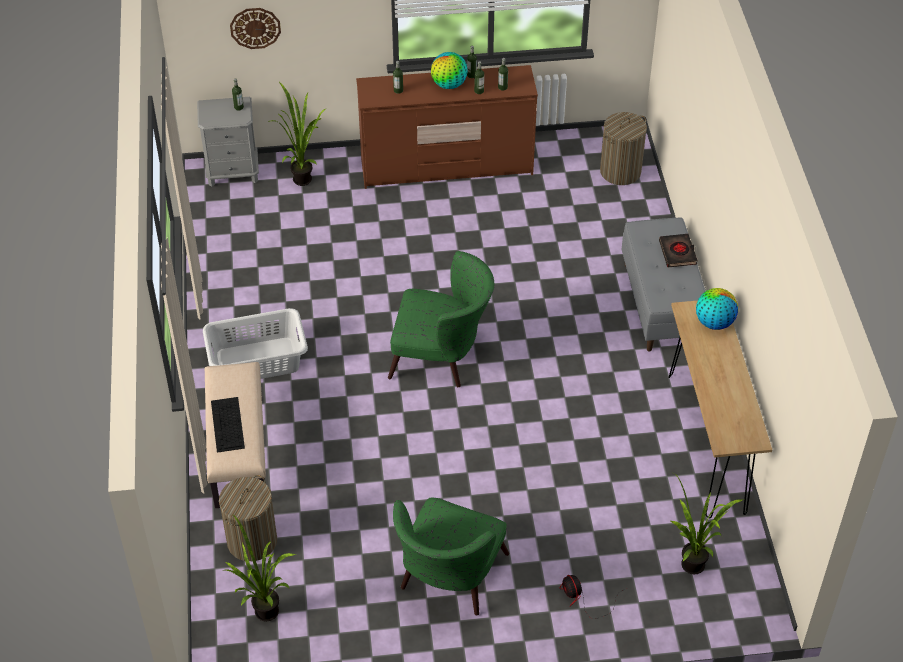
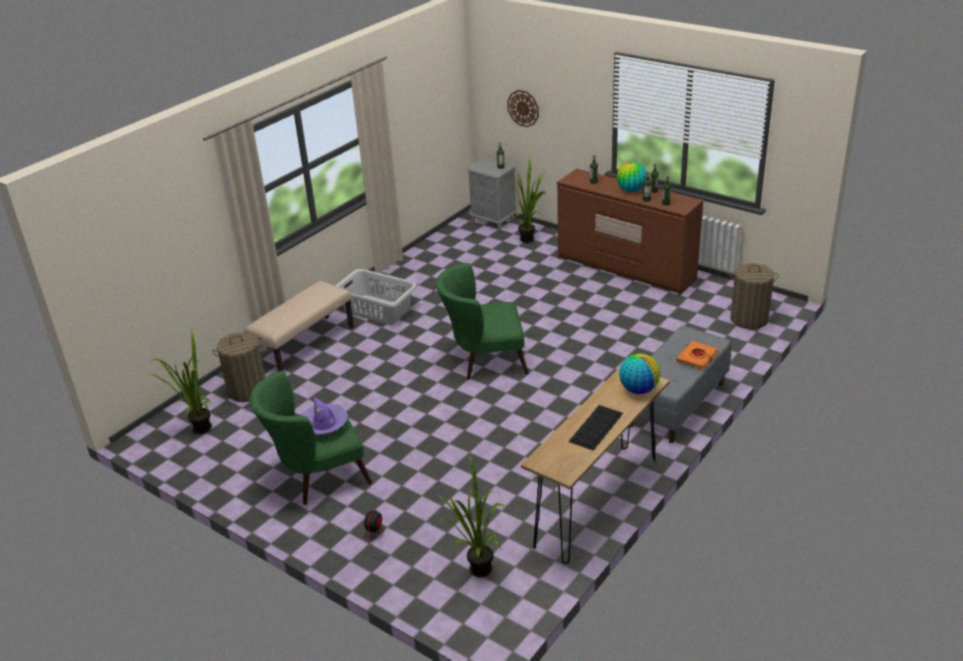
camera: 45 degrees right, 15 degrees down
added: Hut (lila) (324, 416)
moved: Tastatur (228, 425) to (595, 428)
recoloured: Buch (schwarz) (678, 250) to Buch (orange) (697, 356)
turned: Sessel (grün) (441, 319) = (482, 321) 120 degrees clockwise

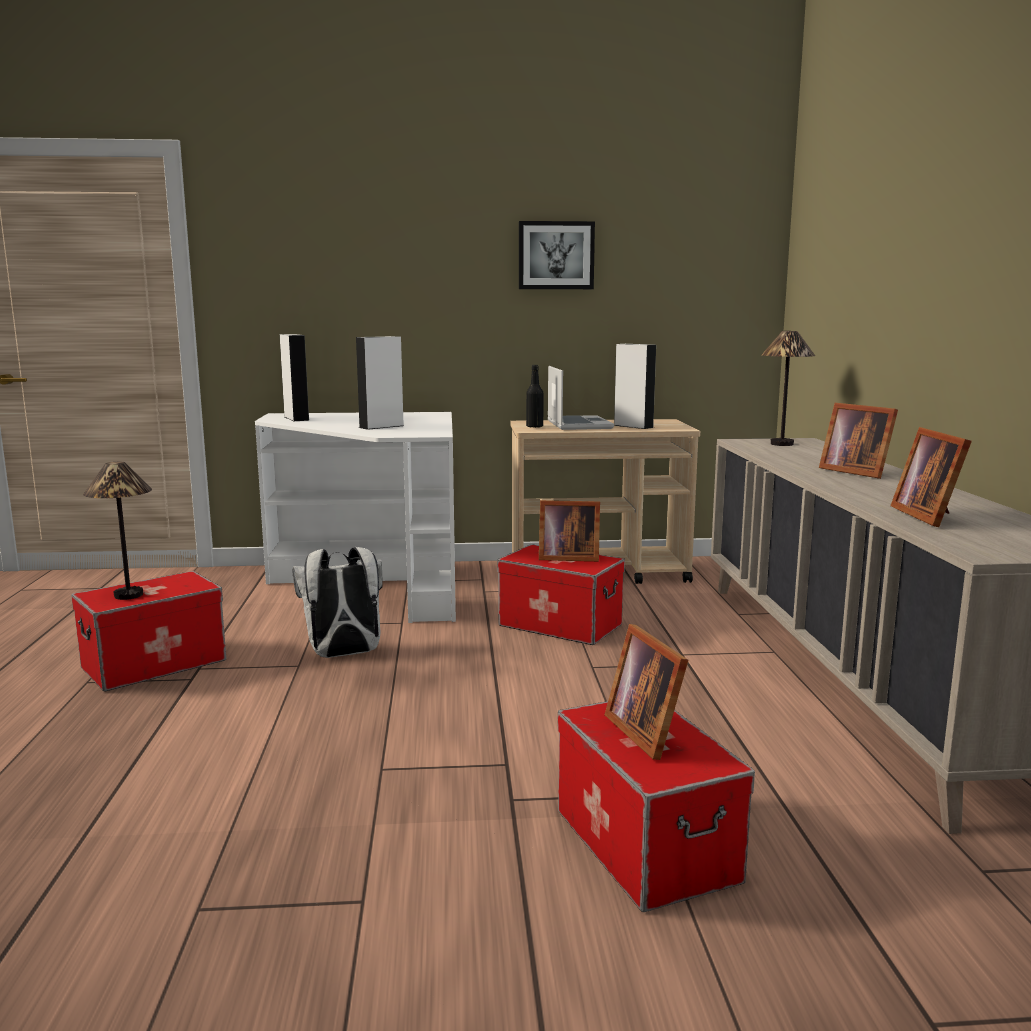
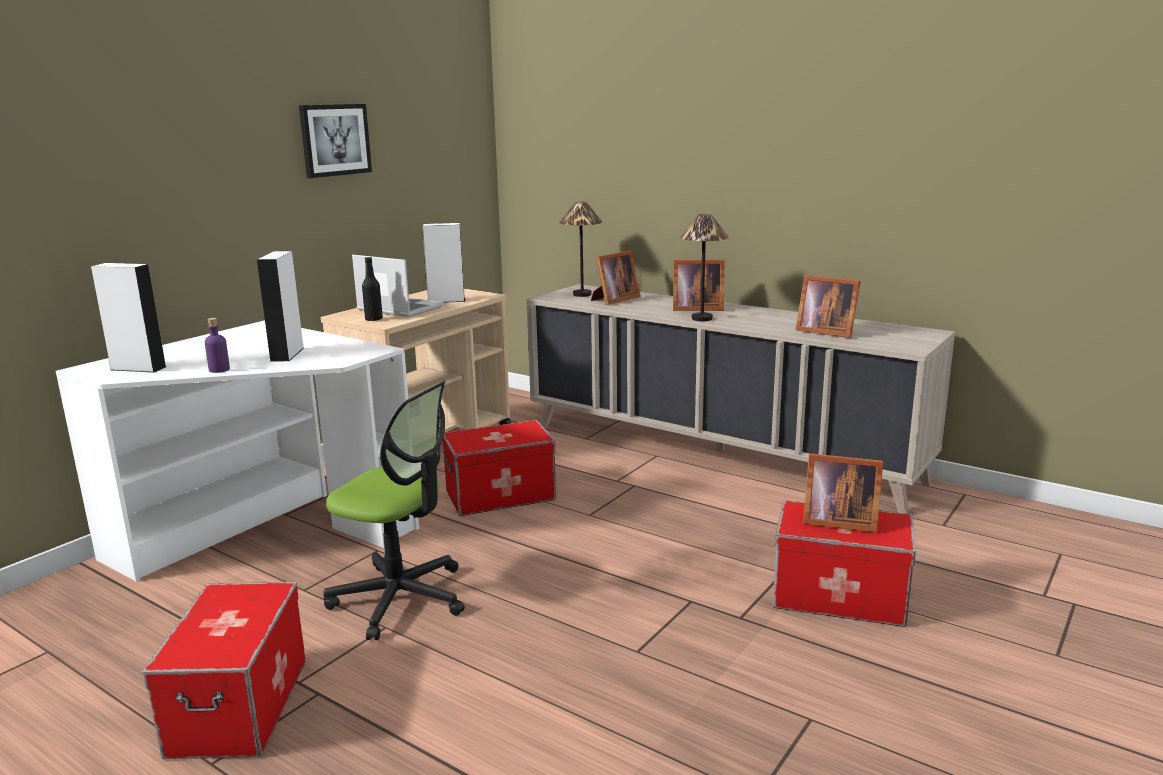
camera: 50 degrees left, 5 degrees up
added: Flasche (lila) (217, 345)
moved: Tischlampe (117, 531) to (704, 267); Bilderrahmen (569, 531) to (616, 277)
replaced: Rucksack (weiß) (337, 602) to Bürostuhl (394, 510)

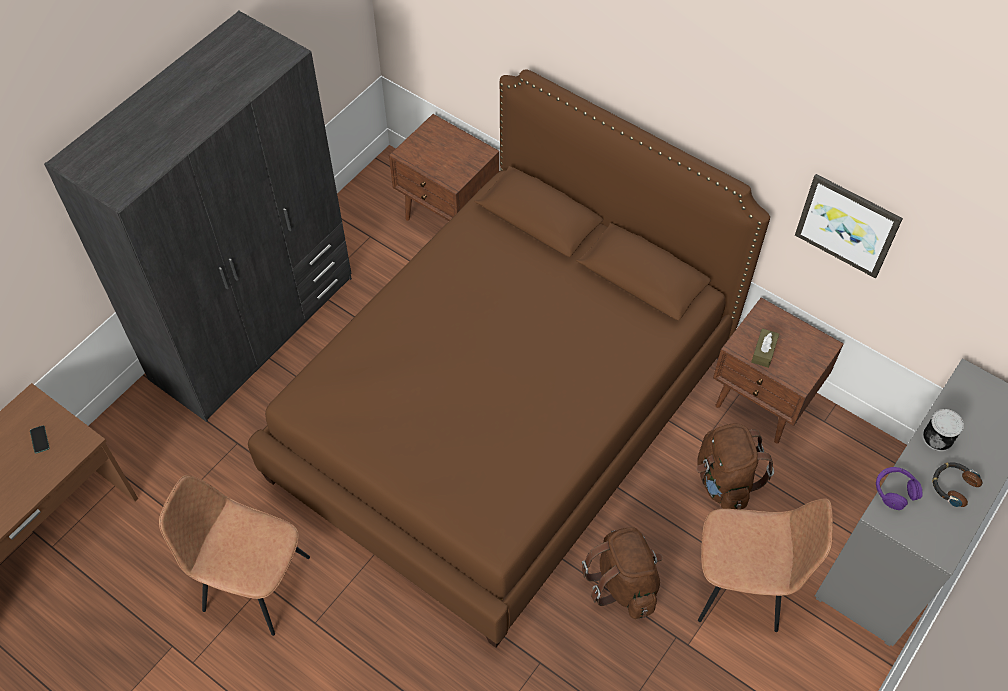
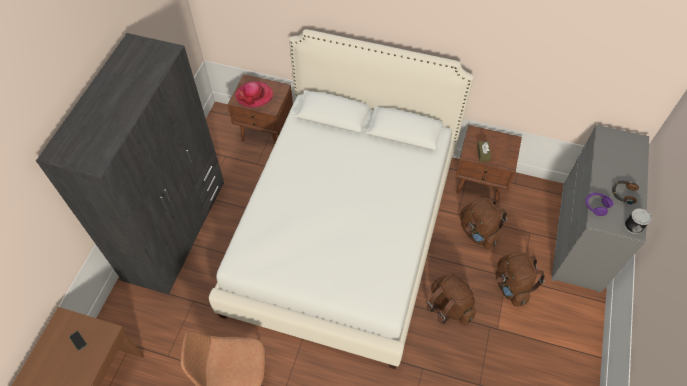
camera: 20 degrees left, 0 degrees up
removed: Bild (849, 226)
added: Hut (254, 94)
moved: Dose (943, 430) to (637, 221)
replaced: Stuhl (braun) (765, 565) to Rucksack (braun) (520, 279)
recoloured: Bett (braun) (509, 358) to Bett (weiß) (341, 199)

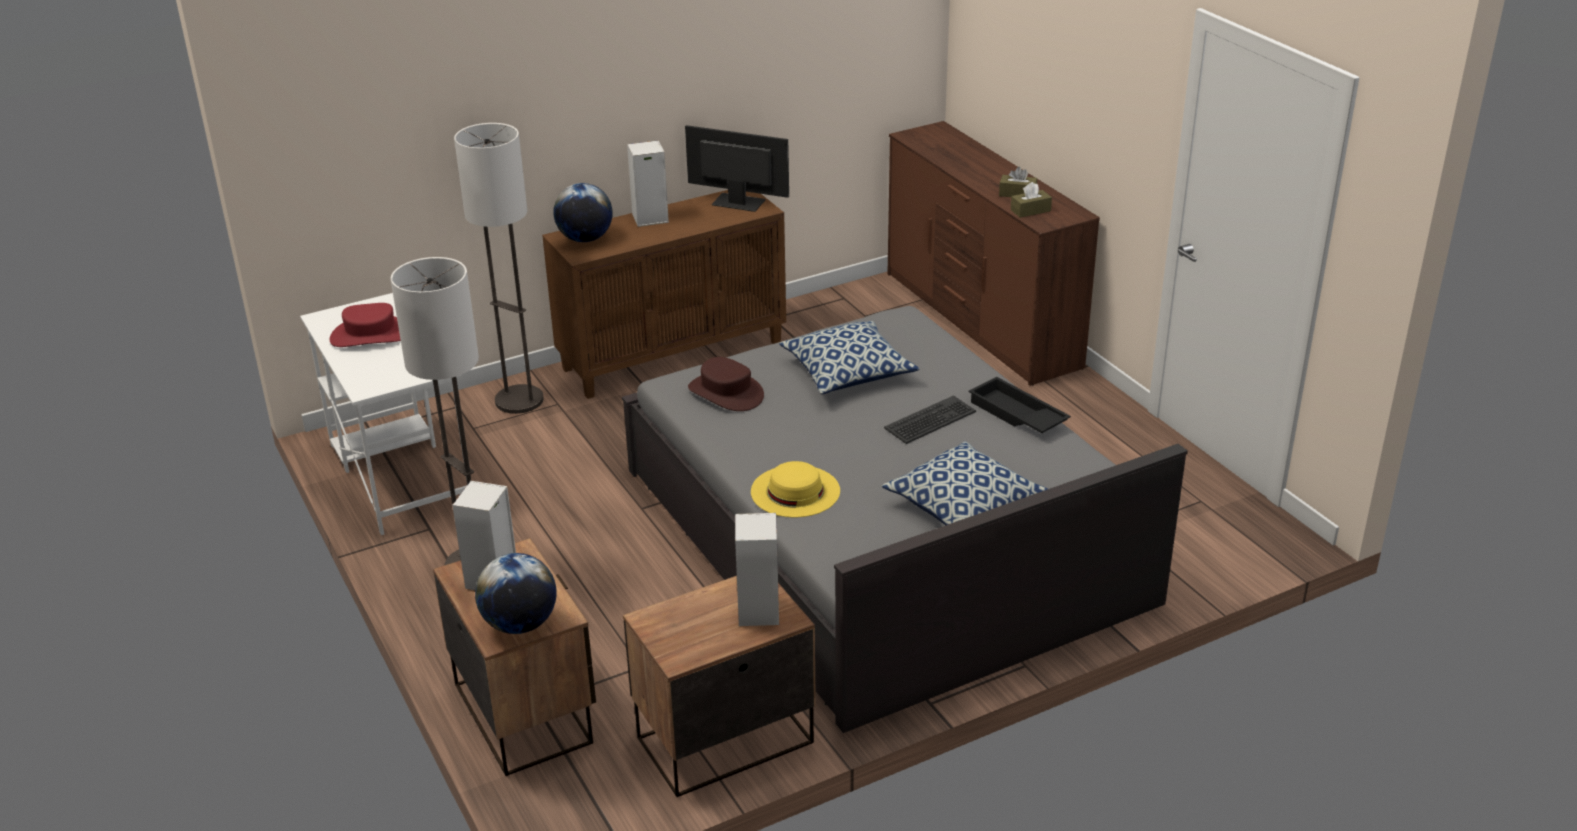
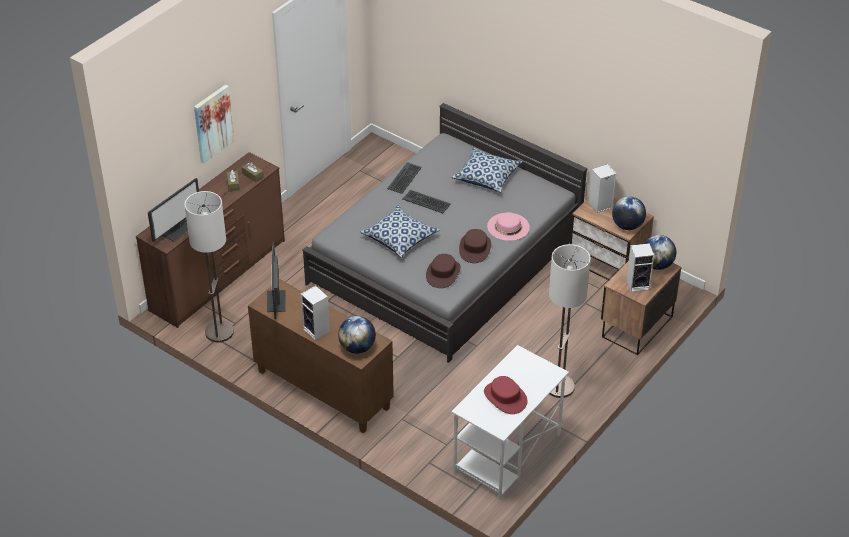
camera: 115 degrees left, 10 degrees up
added: Bild (214, 124); Monitor (173, 210); Globus (629, 213); Hut (braun) (475, 246)
moved: Stehlampe (499, 268) to (209, 266)
replaced: Tablett (schwarz) (1020, 405) to Tastatur (404, 178)
recoloured: Hut (gelb) (795, 489) to Hut (rosa) (508, 226)

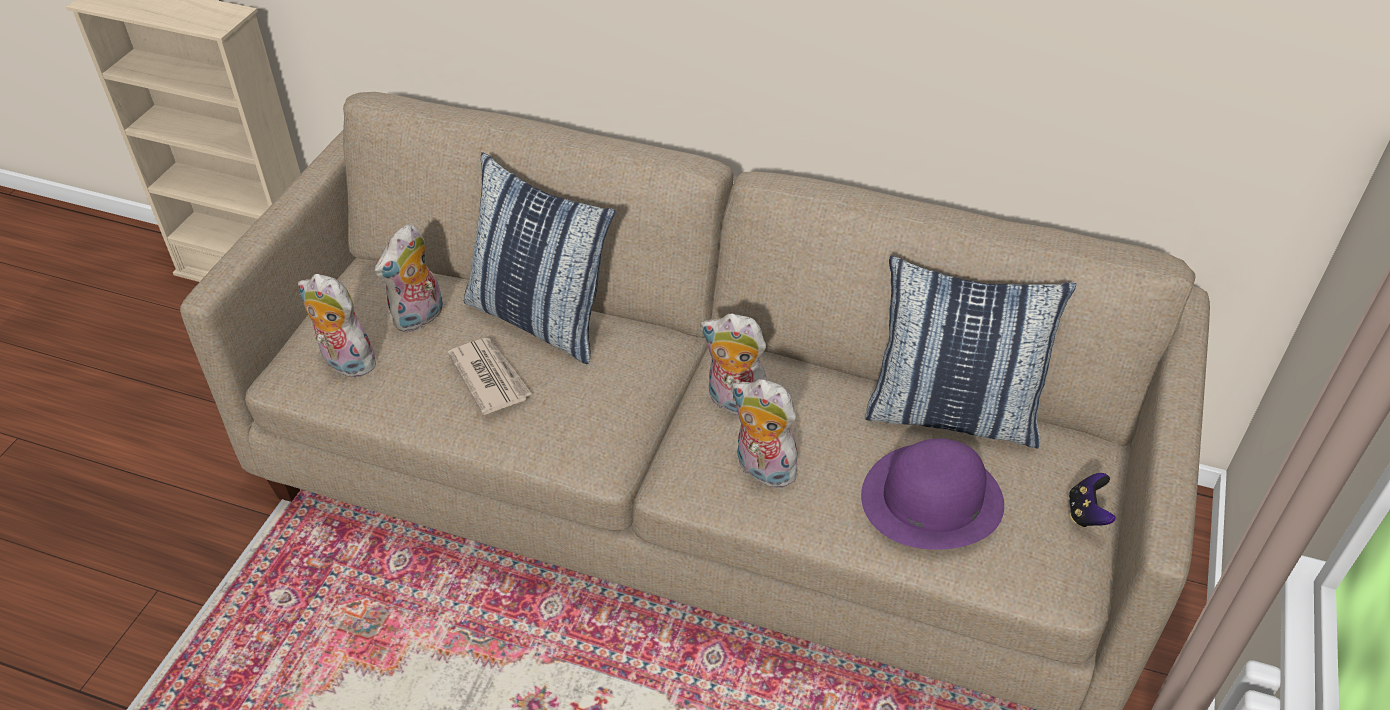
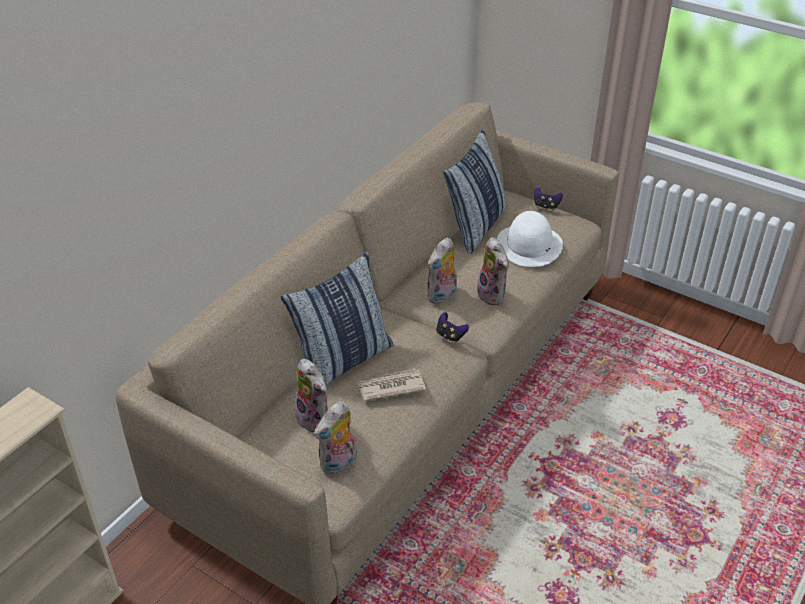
camera: 75 degrees left, 5 degrees down
added: Gamepad (452, 327)
recoloured: Hut (lila) (932, 494) to Hut (weiß) (530, 239)
turned: Plüschtier (767, 433) = (493, 271) 75 degrees counterclockwise

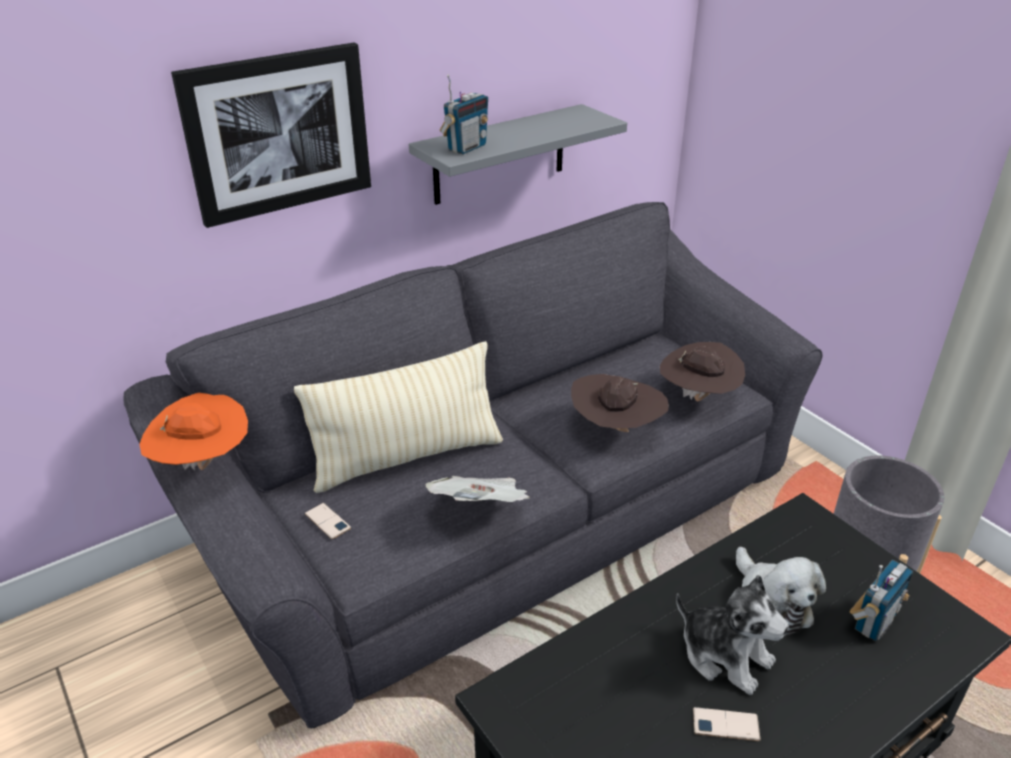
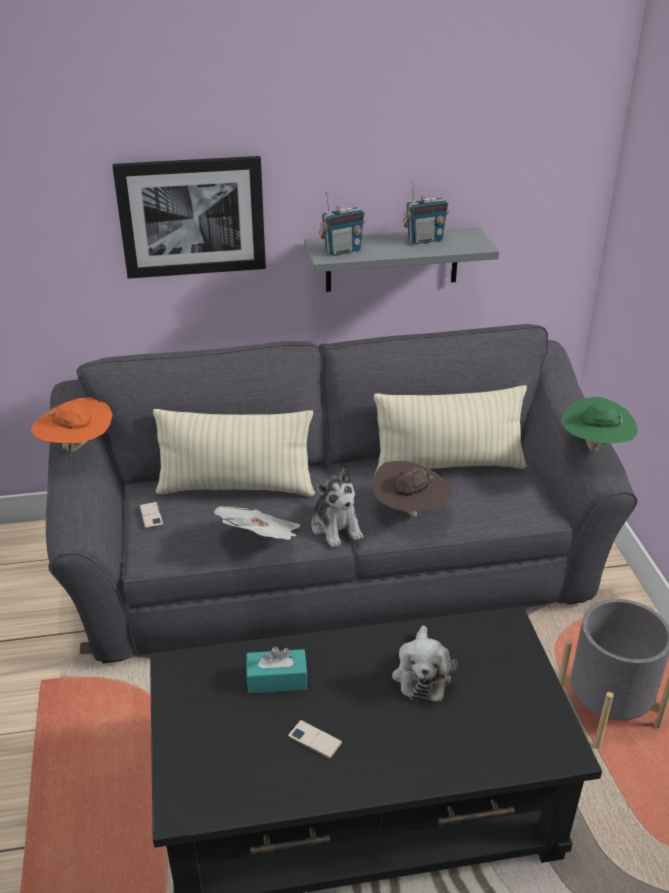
camera: 25 degrees right, 0 degrees up
removed: Hut (braun) (702, 371)
added: Kissen (beige) (450, 428); Hut (grün) (599, 424); Taschentuchbox (türkis) (276, 669)
moved: Radio (882, 600) to (426, 212); Plüschtier (732, 635) to (337, 508)

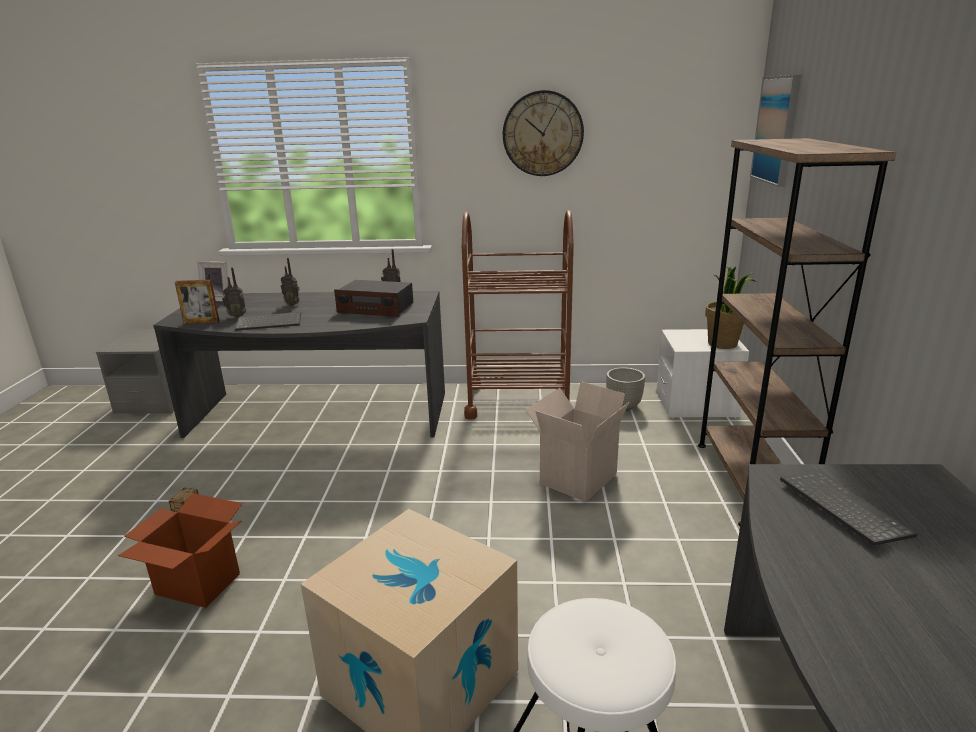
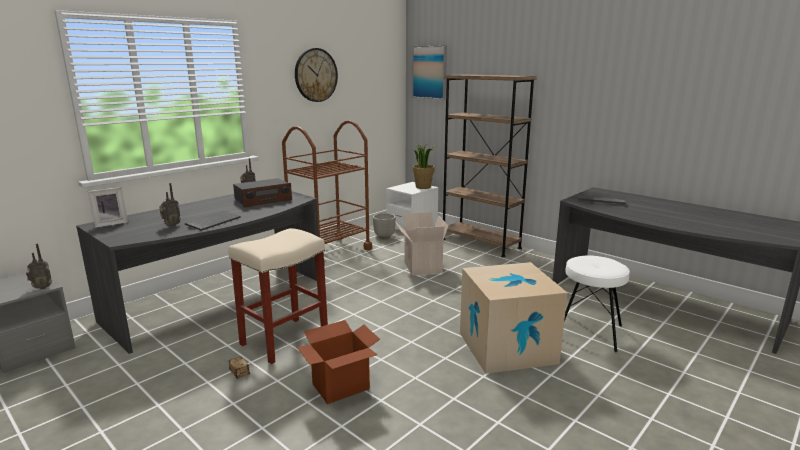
camera: 50 degrees left, 5 degrees down
removed: Bilderrahmen (197, 302)
added: Hocker (beige) (278, 296)
moved: Radio (290, 282) to (39, 266)

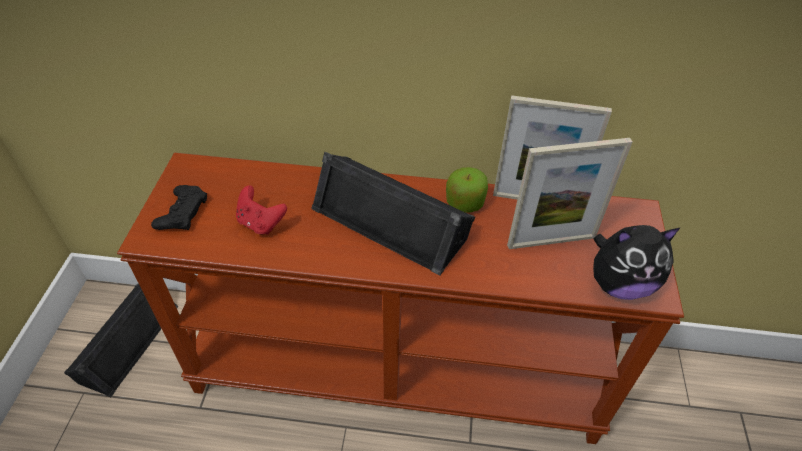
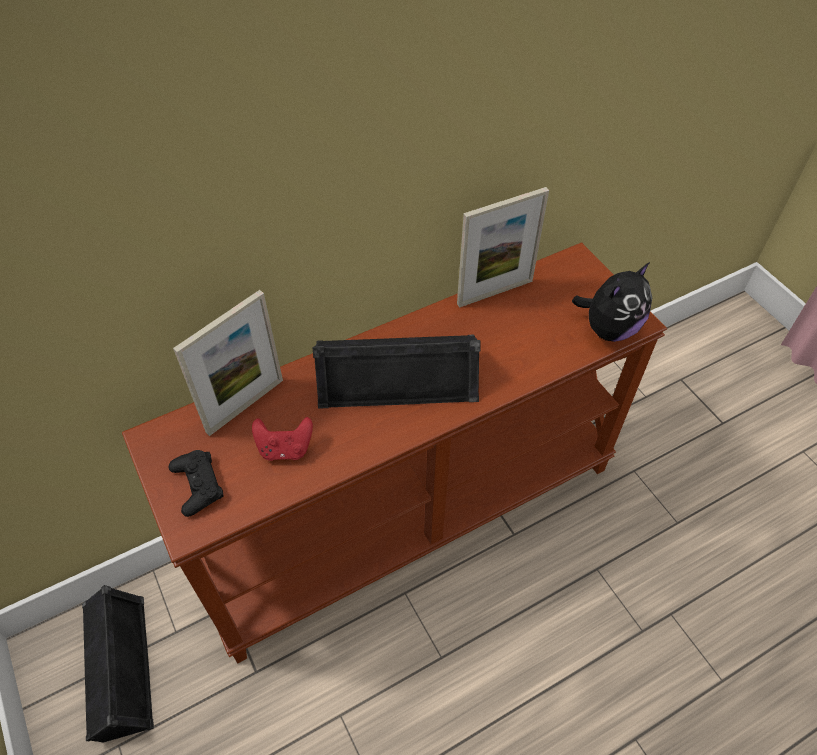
camera: 35 degrees left, 5 degrees up
removed: Apfel (467, 189)
moved: Bilderrahmen (570, 193) to (228, 363)

